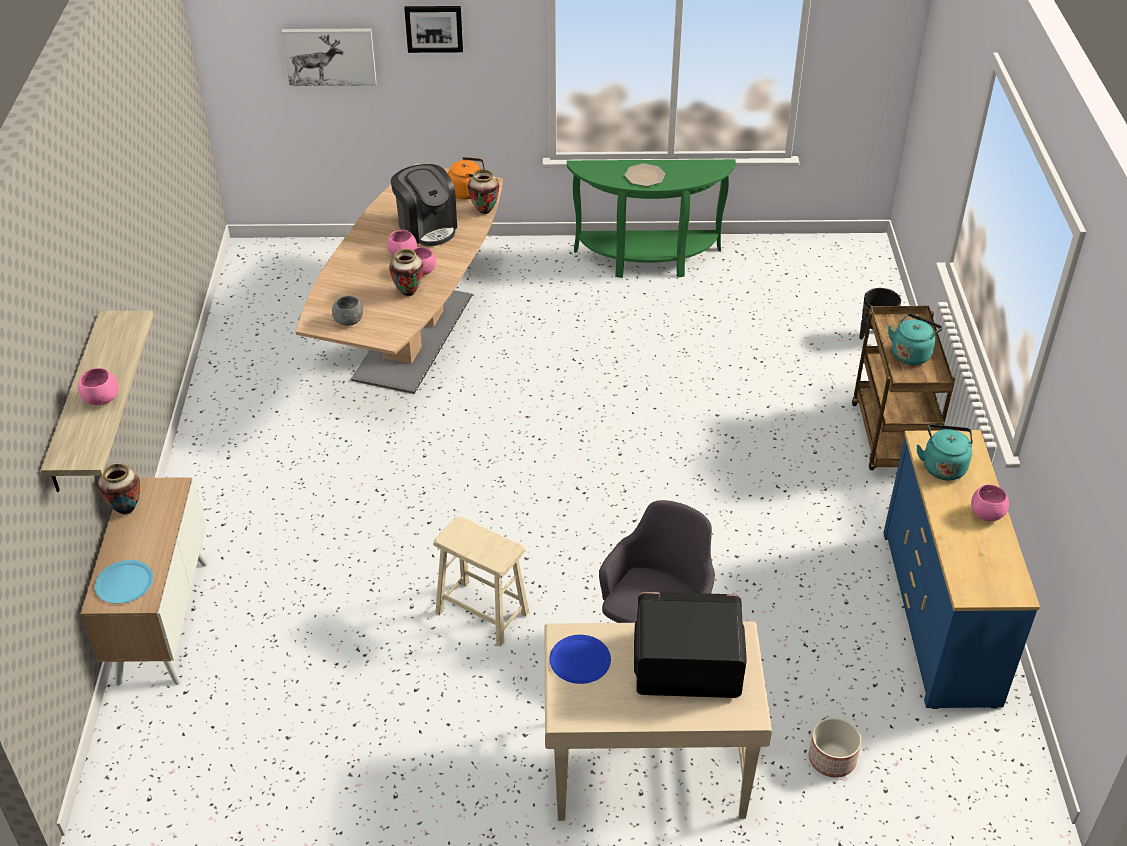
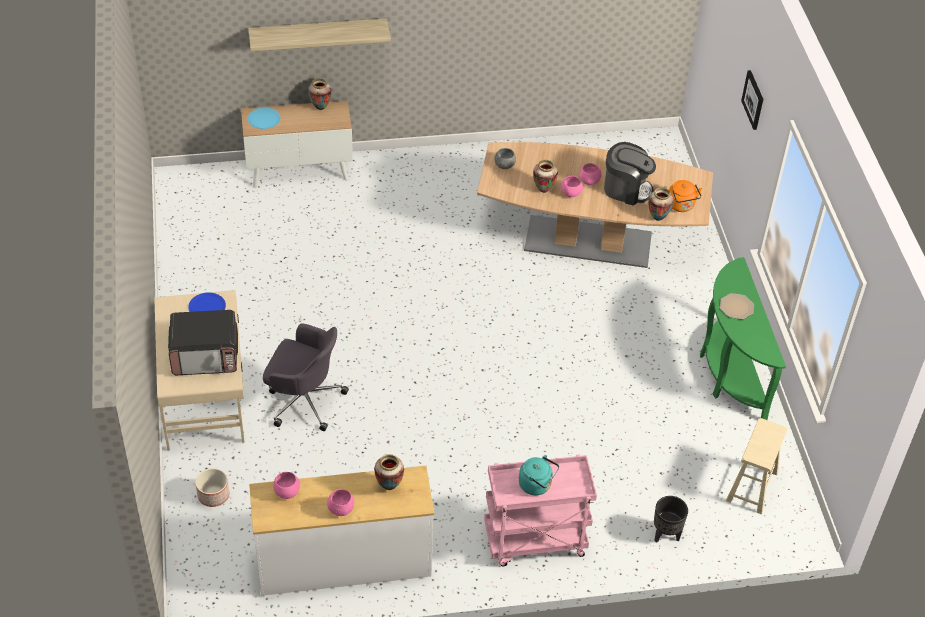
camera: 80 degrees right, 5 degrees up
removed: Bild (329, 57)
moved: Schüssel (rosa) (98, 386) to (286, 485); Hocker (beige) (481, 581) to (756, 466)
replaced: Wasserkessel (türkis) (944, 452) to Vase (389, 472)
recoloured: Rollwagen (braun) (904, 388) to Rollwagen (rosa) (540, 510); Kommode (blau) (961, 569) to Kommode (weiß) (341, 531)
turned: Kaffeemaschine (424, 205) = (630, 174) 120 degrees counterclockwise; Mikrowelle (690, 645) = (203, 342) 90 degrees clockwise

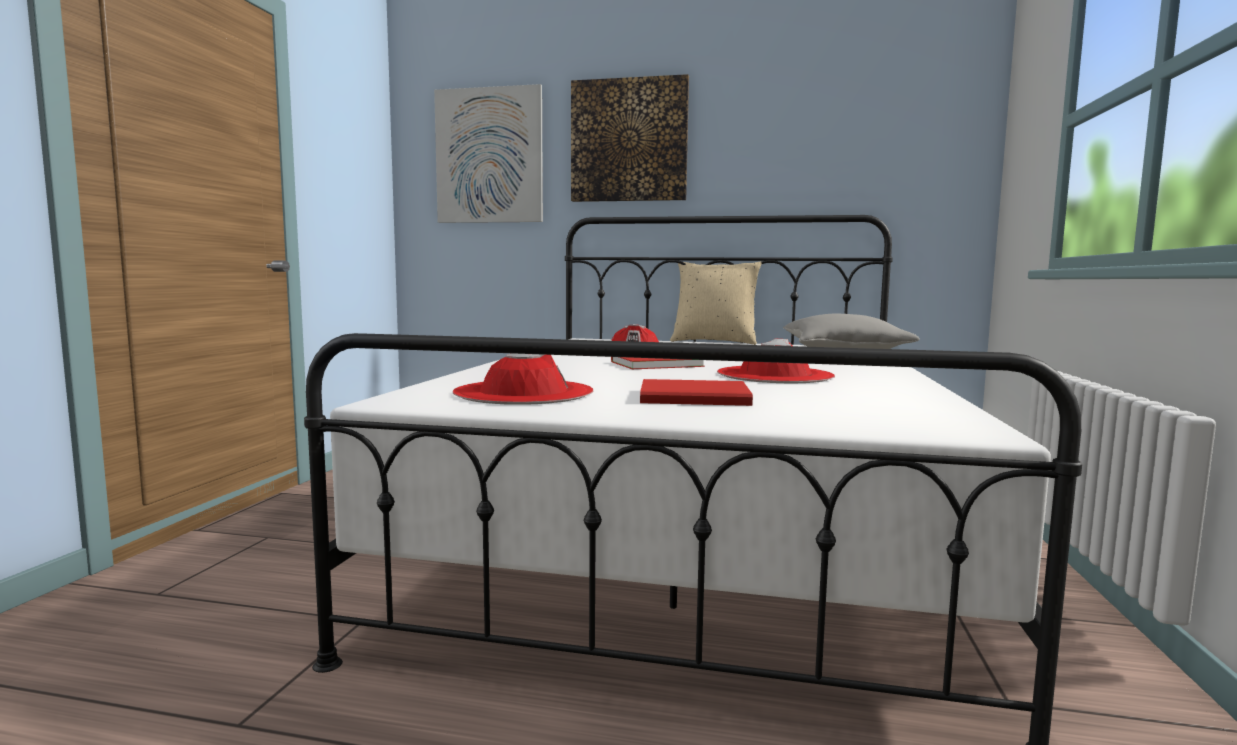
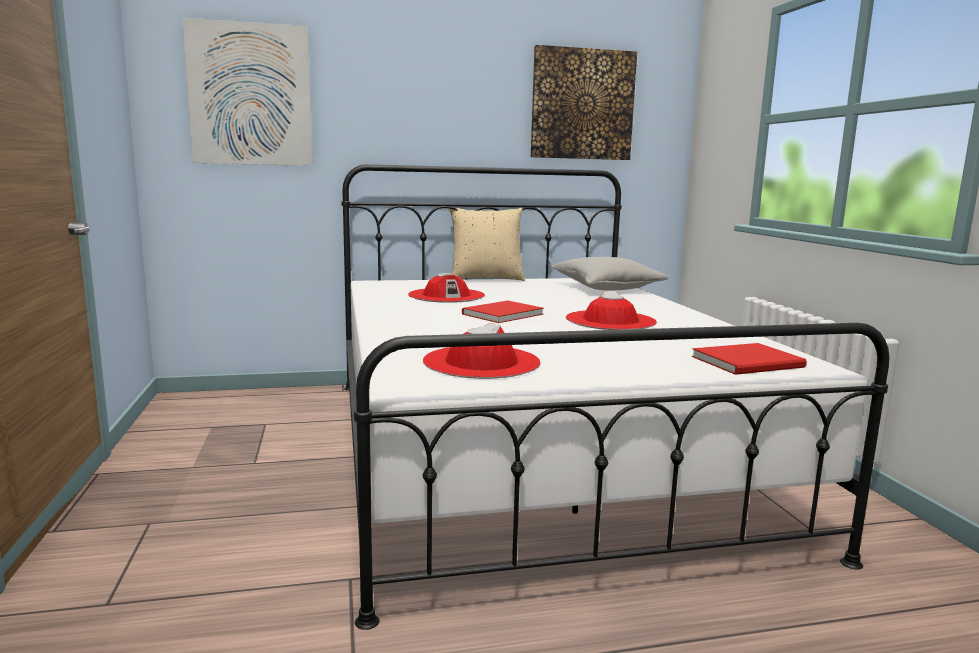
camera: 25 degrees left, 5 degrees up
moved: Bild (630, 138) to (584, 102); Buch (rot) (696, 392) to (749, 359)

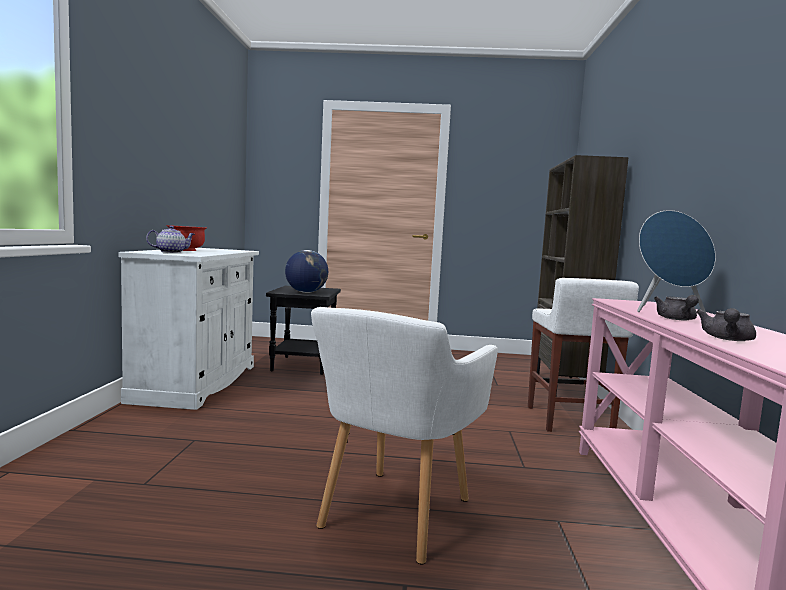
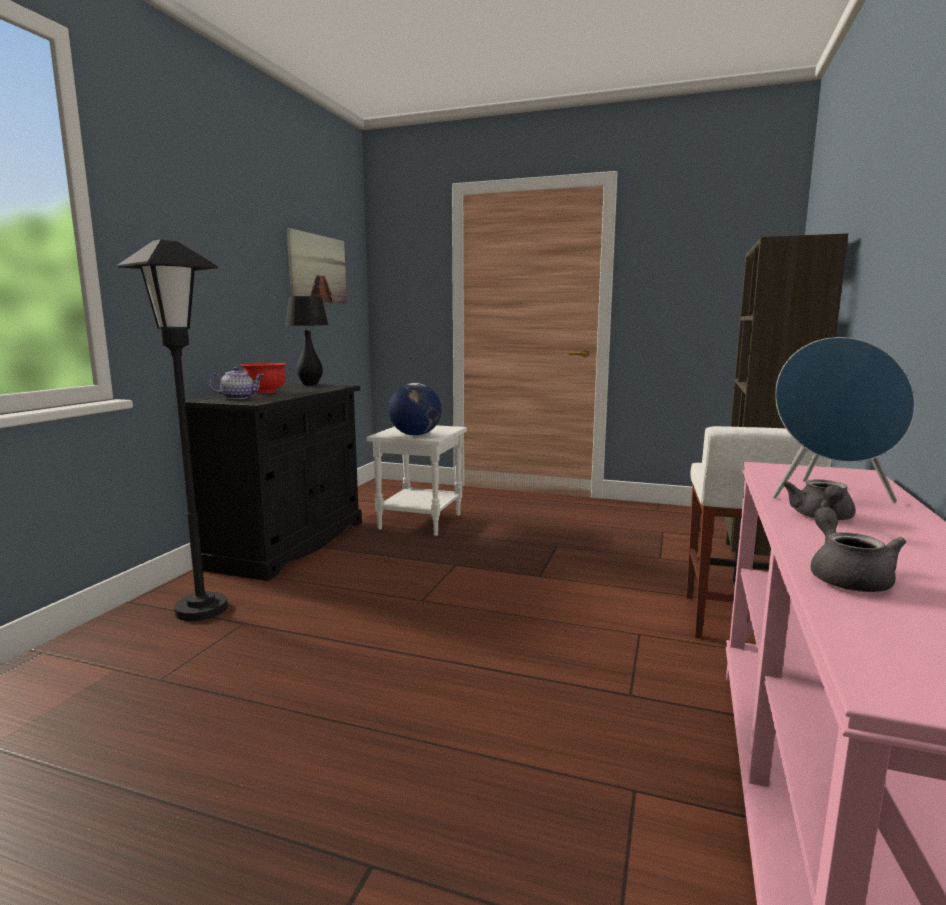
camera: 15 degrees right, 5 degrees up
removed: Sessel (weiß) (404, 435)
added: Bild (317, 266); Stehlampe (schwarz) (172, 430); Tischlampe (schwarz) (306, 341)
recoloured: Schrank (weiß) (189, 329) to Schrank (schwarz) (273, 482); Beistelltisch (schwarz) (303, 330) to Beistelltisch (weiß) (417, 480)
turned: Teekanne (grau) (726, 324) = (858, 549) 135 degrees clockwise

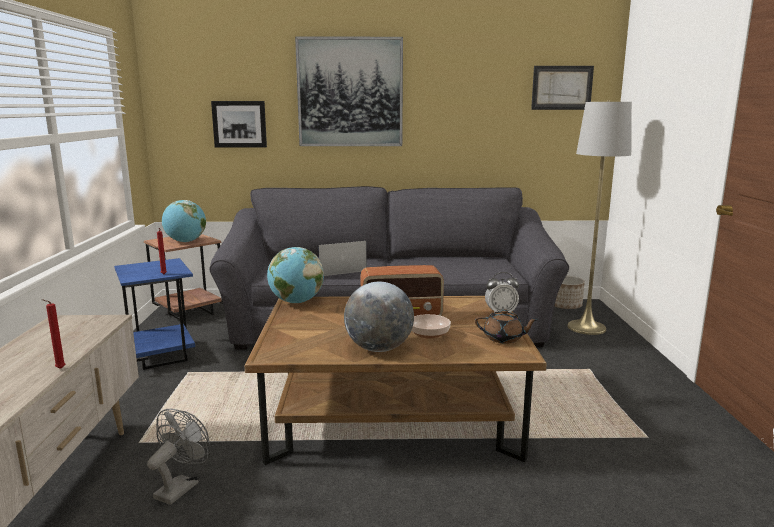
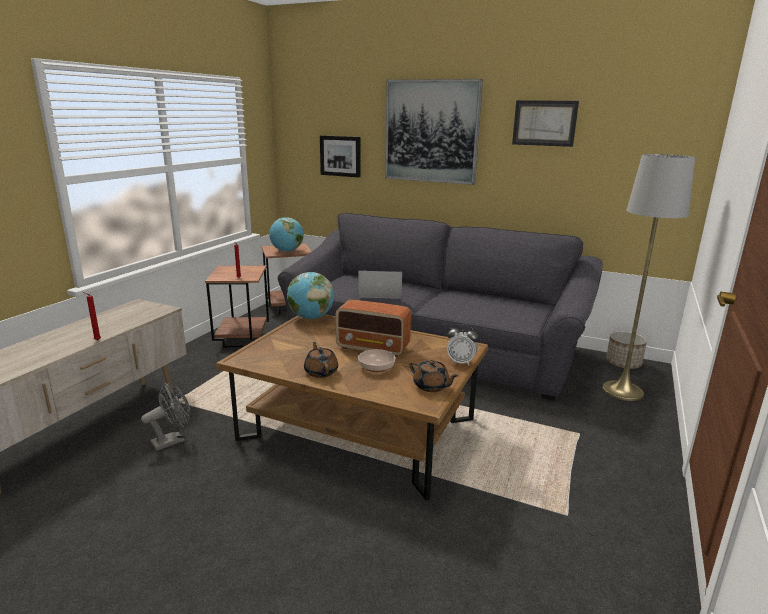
camera: 25 degrees right, 5 degrees up
moved: Bild (562, 88) to (545, 123)
replaced: Globus (379, 317) to Teekanne (braun) (321, 360)
recoloured: Beistelltisch (blau) (154, 314) to Beistelltisch (braun) (237, 306)

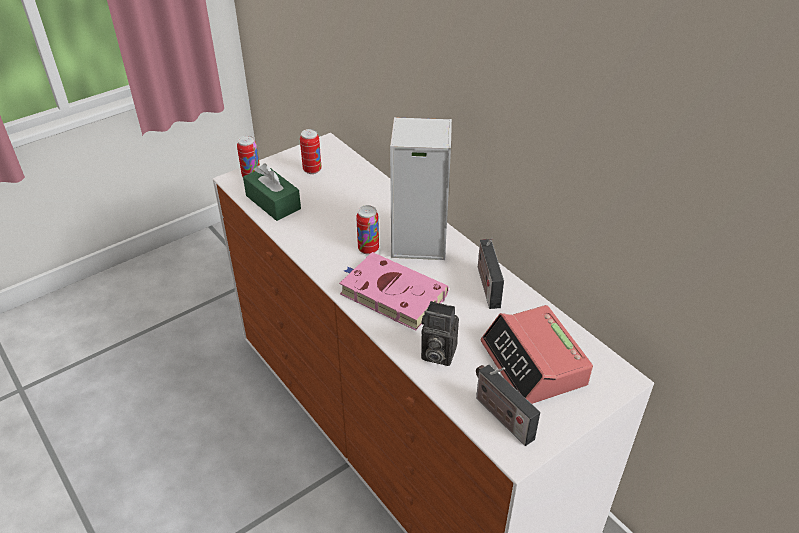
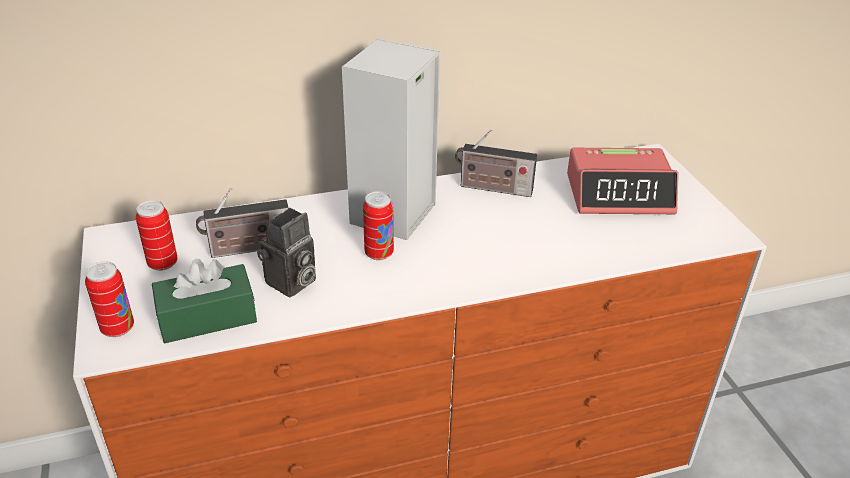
camera: 70 degrees left, 5 degrees down
removed: Buch (rosa) (394, 291)
moved: Kamera (440, 333) to (286, 252); Radio (508, 405) to (242, 222)

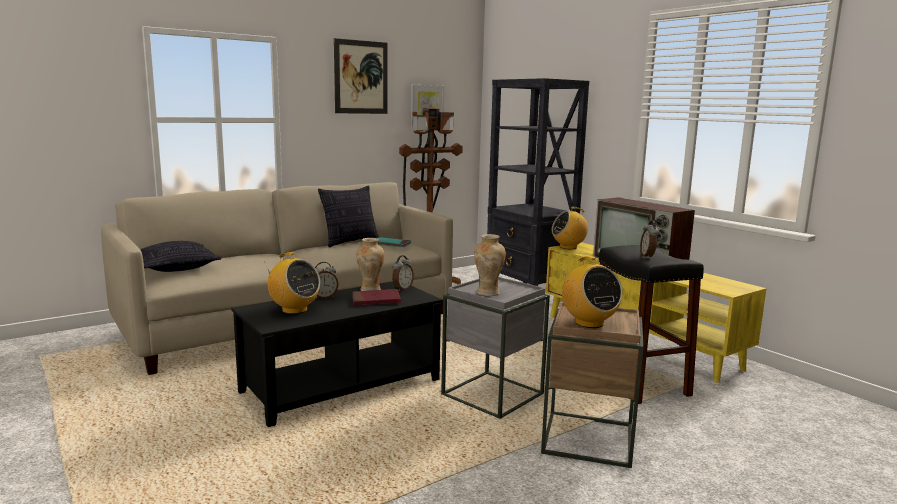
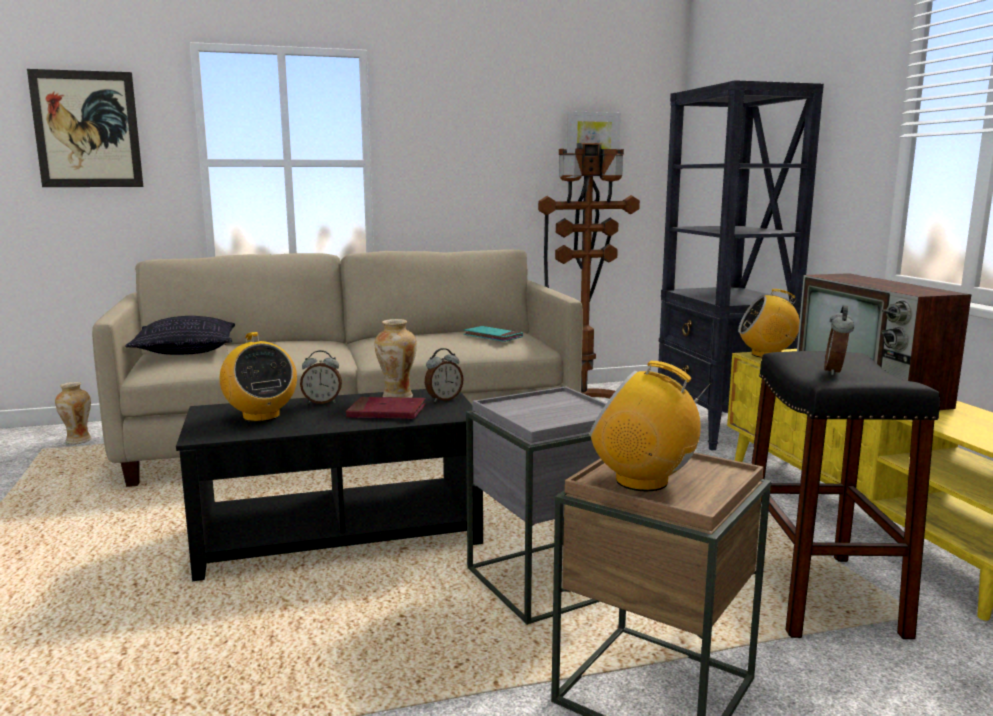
camera: 20 degrees right, 0 degrees up
removed: Kissen (348, 217)
moved: Bild (360, 76) to (85, 128); Vase (490, 265) to (73, 413)
turned: Radio (592, 292) = (650, 426) 120 degrees clockwise

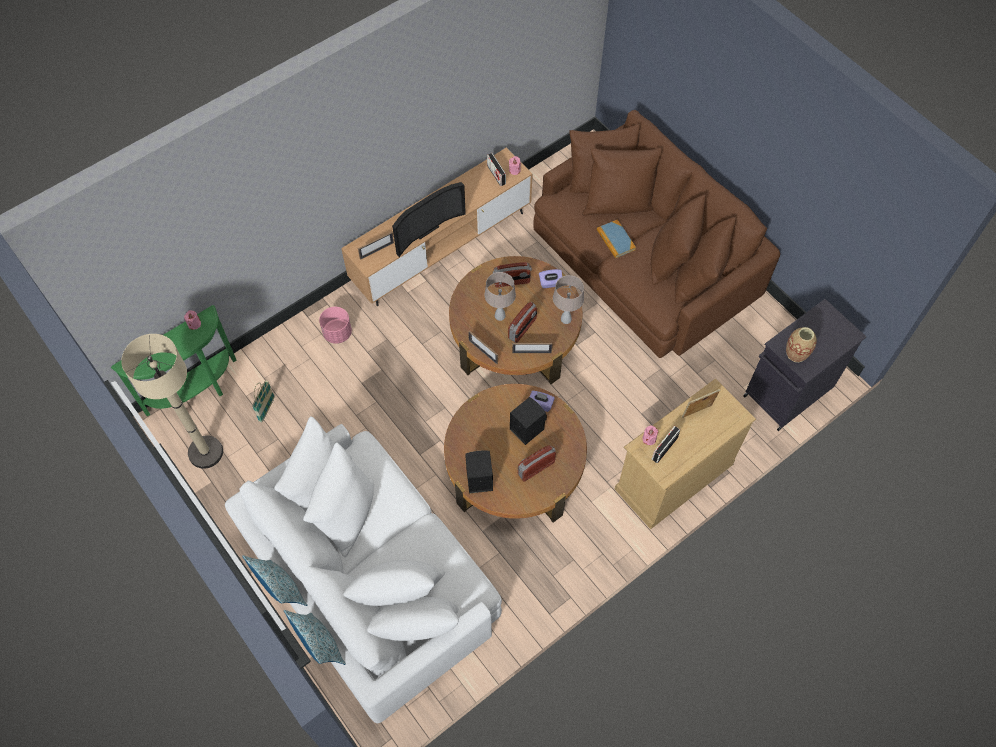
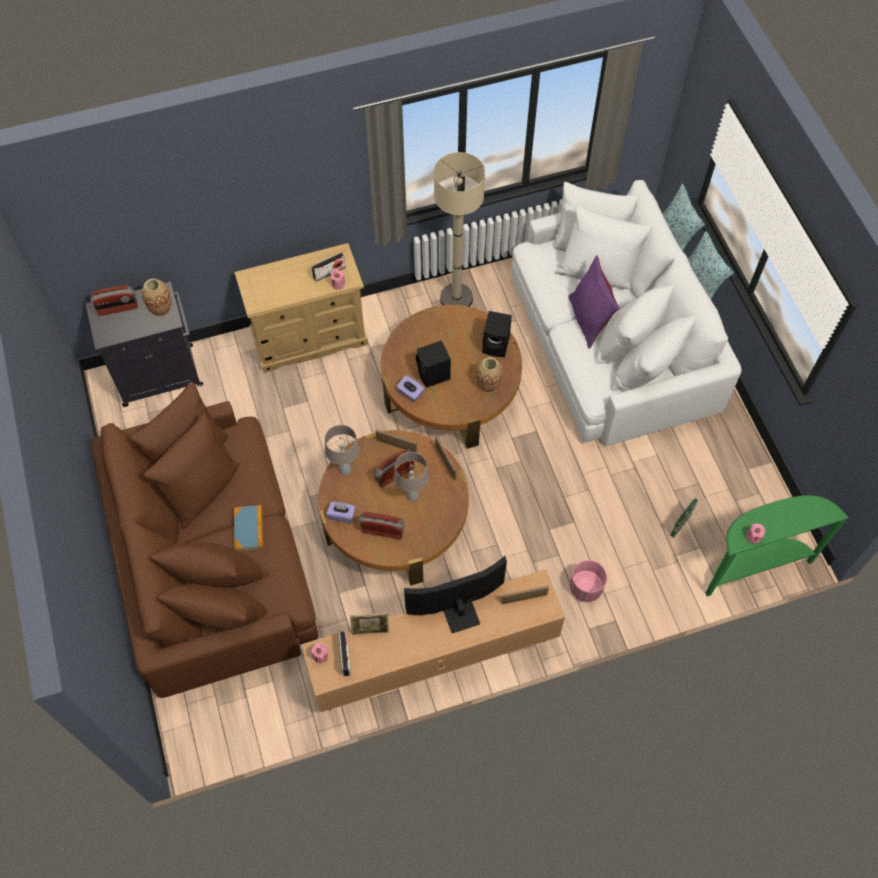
camera: 160 degrees left, 0 degrees up
added: Kissen (lila) (594, 302); Vase (489, 375)
moved: Stehlampe (beige) (172, 401) to (459, 229); Bilderrahmen (701, 403) to (369, 624); Radio (537, 463) to (114, 300)

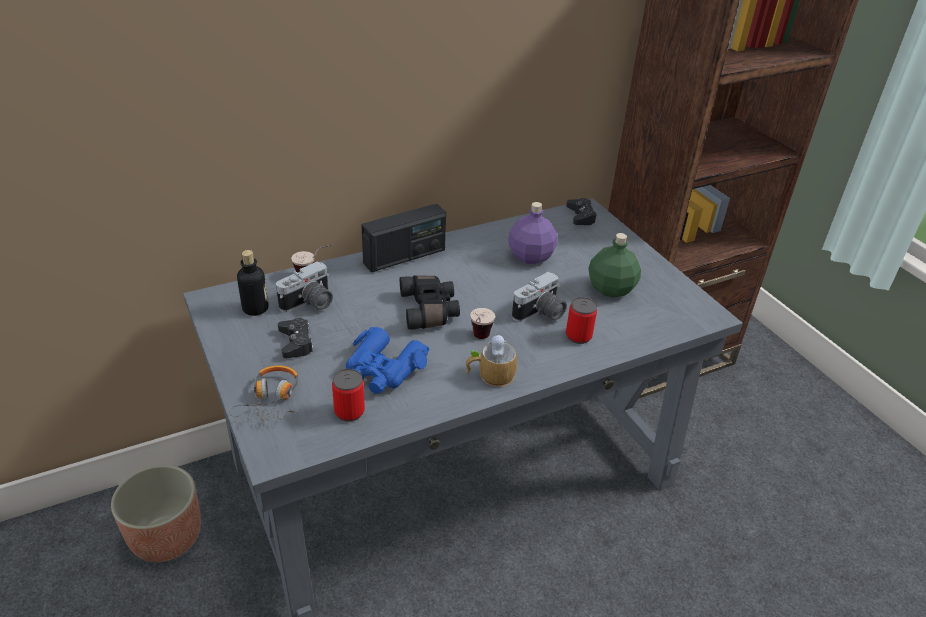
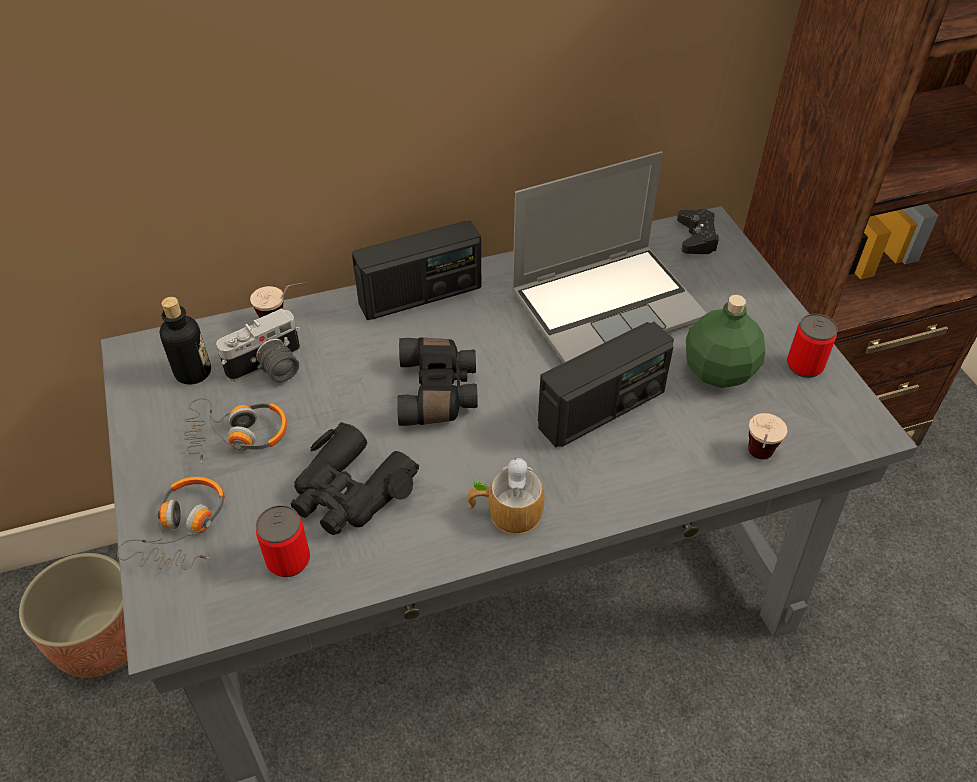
camera: 10 degrees right, 10 degrees up
moved: Dose (581, 320) to (812, 346); Tasse (482, 323) to (767, 436)
replaced: Flasche (lila) (533, 233) to Laptop (609, 257); Kamera (539, 297) to Radio (606, 384); Gamepad (schwarz) (296, 338) to Kopfhörer (235, 431)
recoloured: Fernglas (blau) (387, 360) to Fernglas (schwarz) (354, 478)

